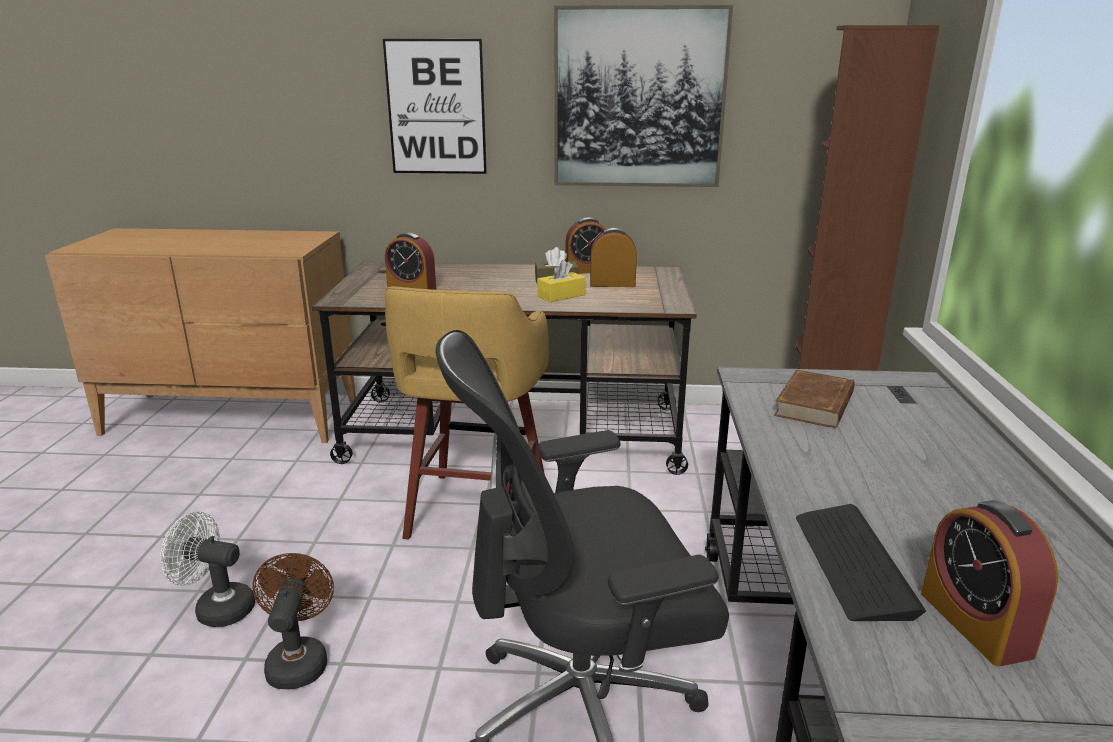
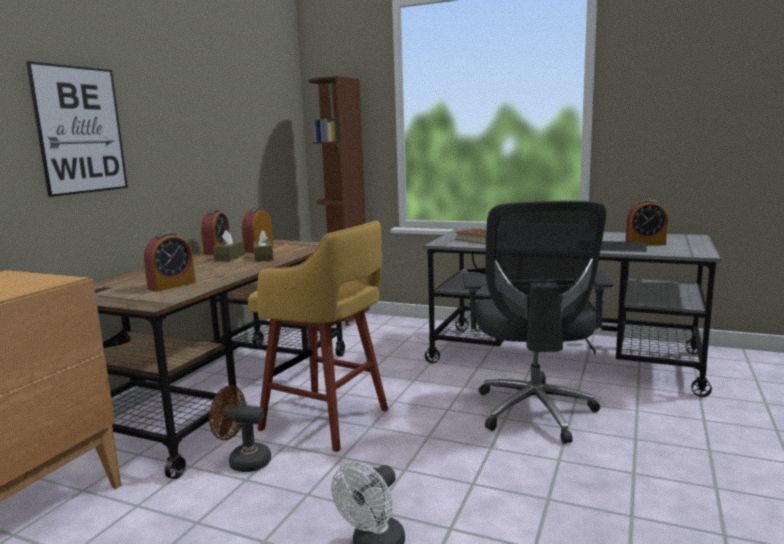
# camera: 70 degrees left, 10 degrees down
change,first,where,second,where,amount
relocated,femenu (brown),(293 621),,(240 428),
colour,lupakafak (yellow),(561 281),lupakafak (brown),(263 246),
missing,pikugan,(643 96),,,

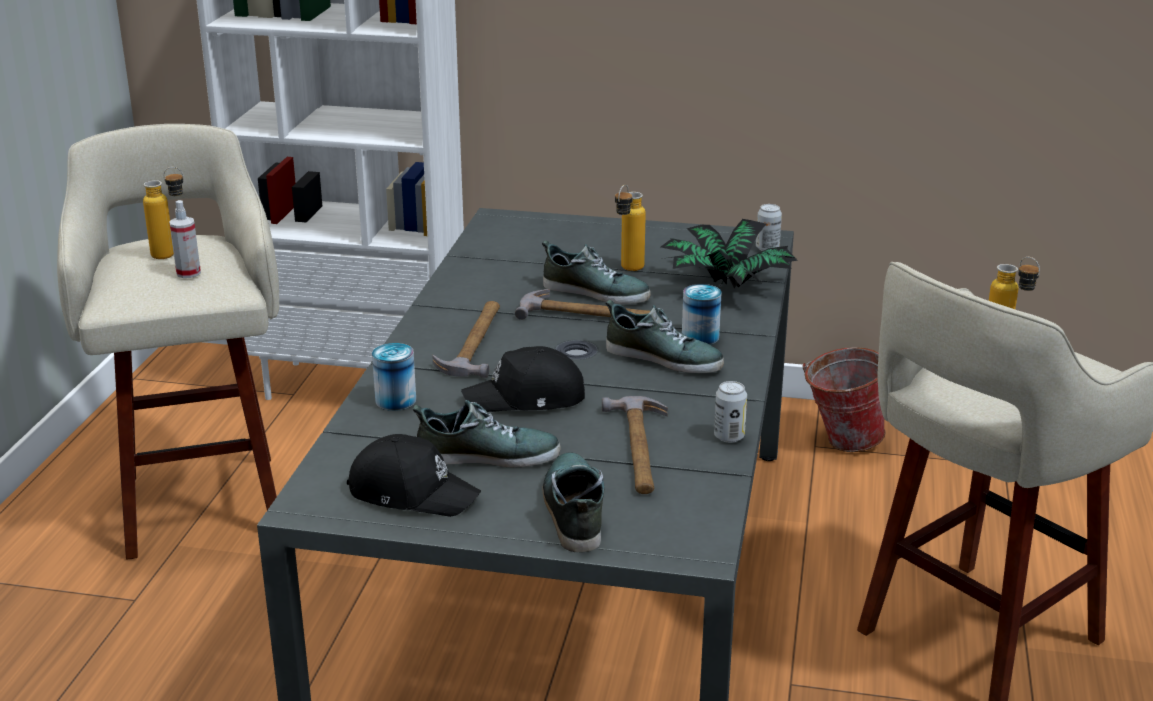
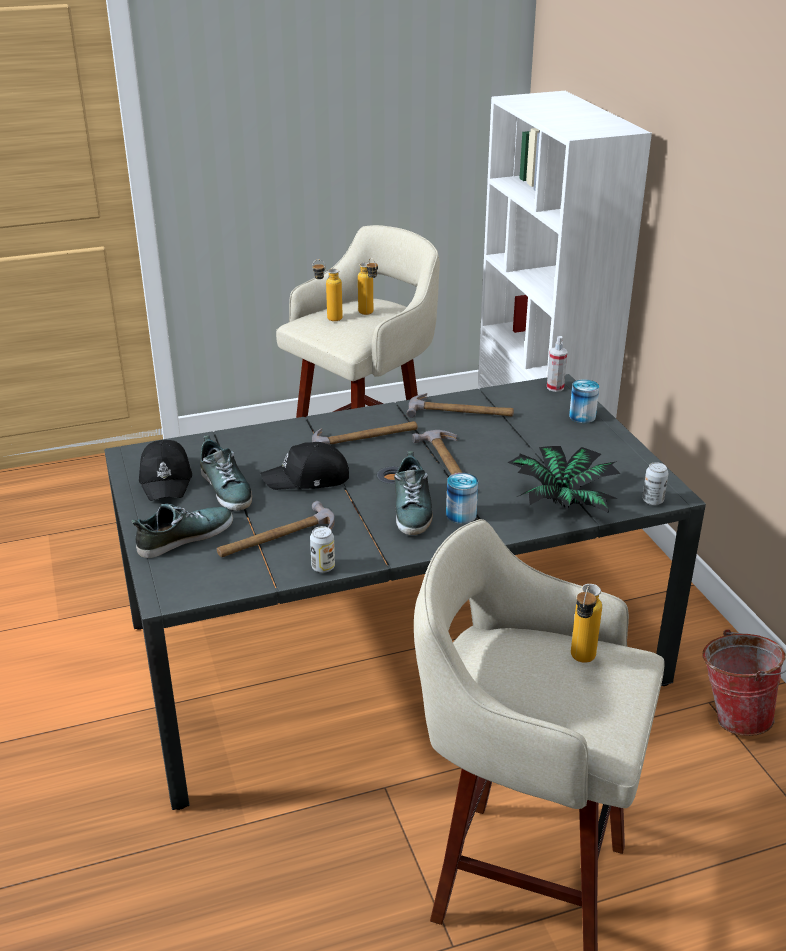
# camera: 60 degrees right, 5 degrees up
change,first,where,second,where,amount
spun,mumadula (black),(523 379),,(305 466),60 degrees counterclockwise
relocated,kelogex,(630 228),,(327 290),
appeared,,,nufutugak,(460 405),
relocated,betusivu,(185 239),,(557 364),
relocated,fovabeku,(394 377),,(584 401),
missing,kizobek,(596 272),,,

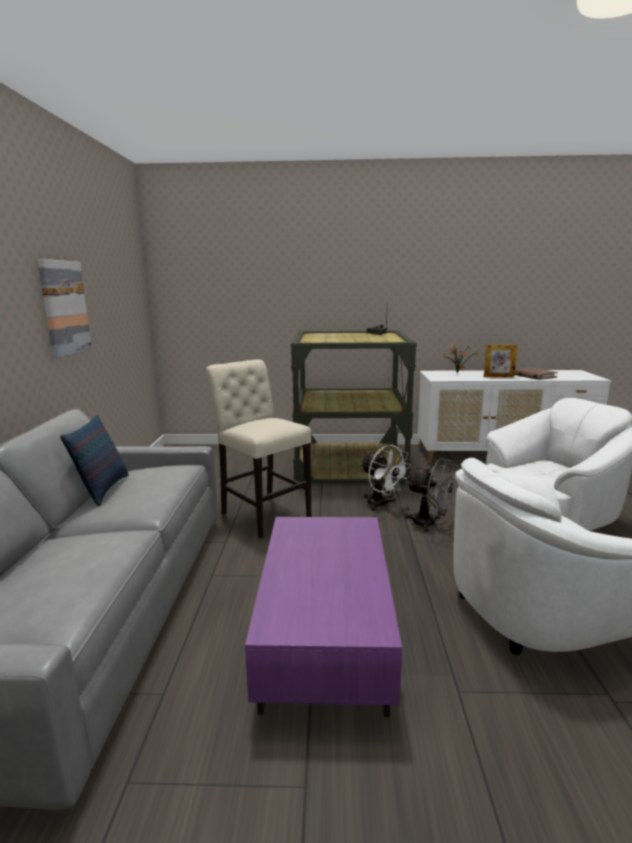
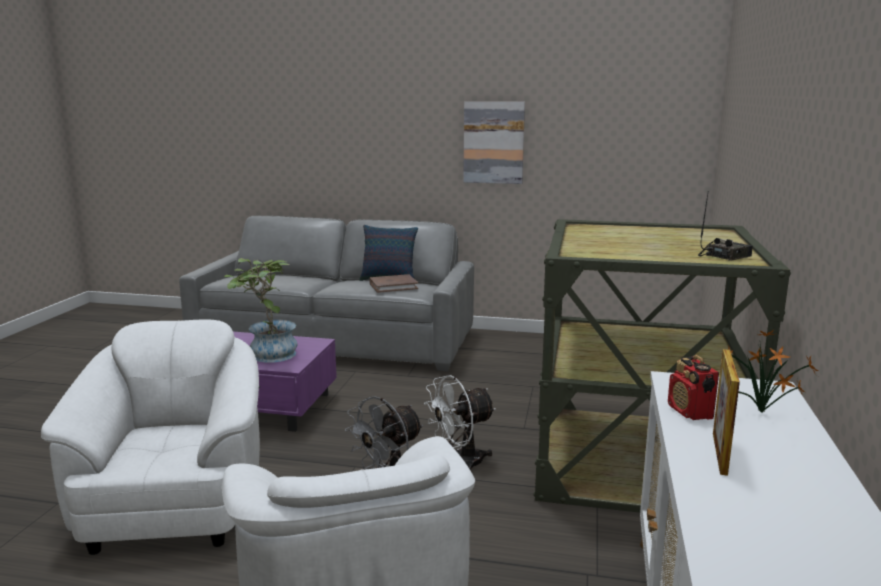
# camera: 100 degrees right, 0 degrees up
change,first,where,second,where,amount
appeared,,,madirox,(261 310),
relocated,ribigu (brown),(536 373),,(393 283),
appeared,,,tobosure,(693 387),
missing,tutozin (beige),(258 449),,,

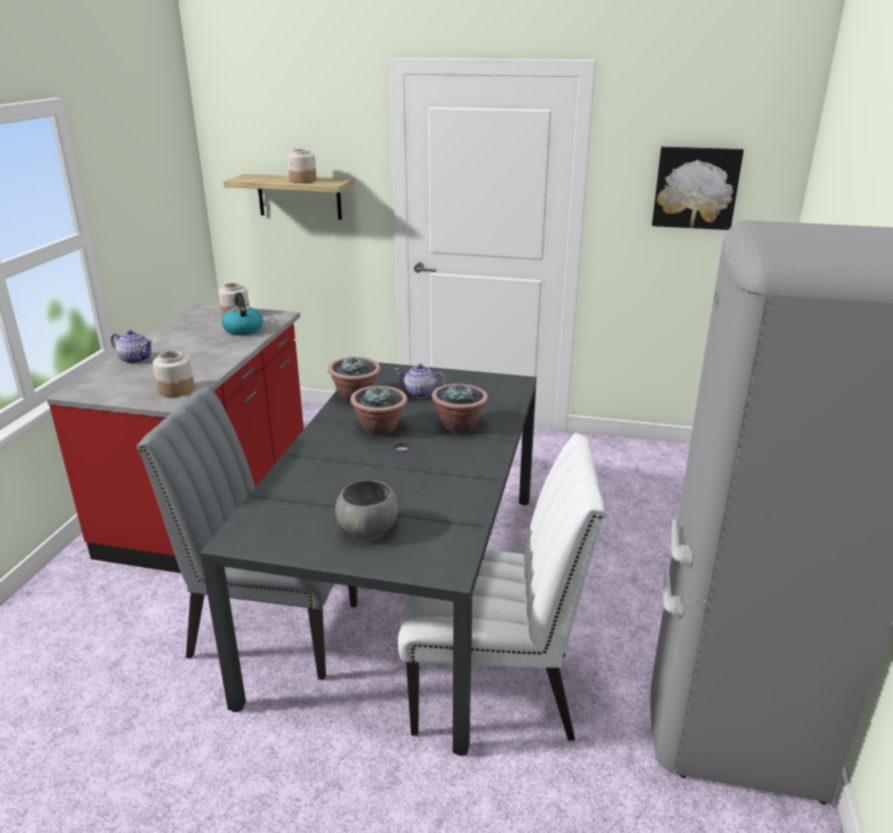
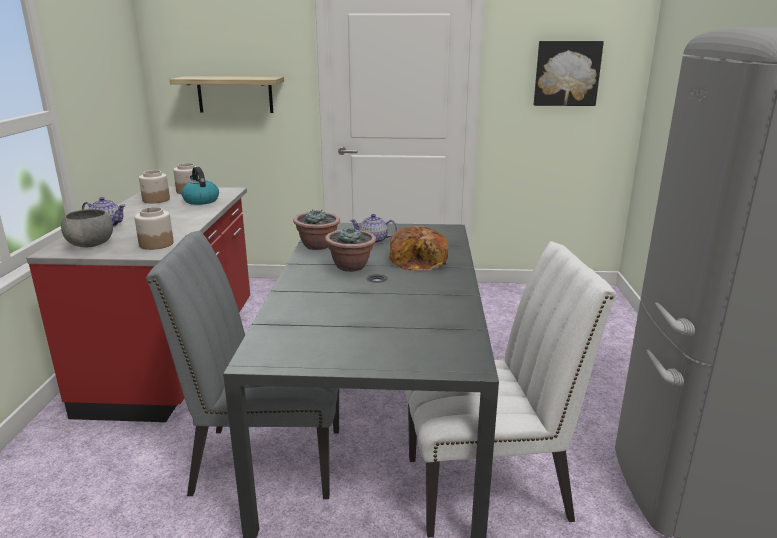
# camera: 10 degrees left, 5 degrees down
change,first,where,second,where,amount
relocated,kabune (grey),(366 508),,(87 228),
relocated,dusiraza,(302 166),,(154 186),
exchanged,madirox,(459 407),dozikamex,(418 248),

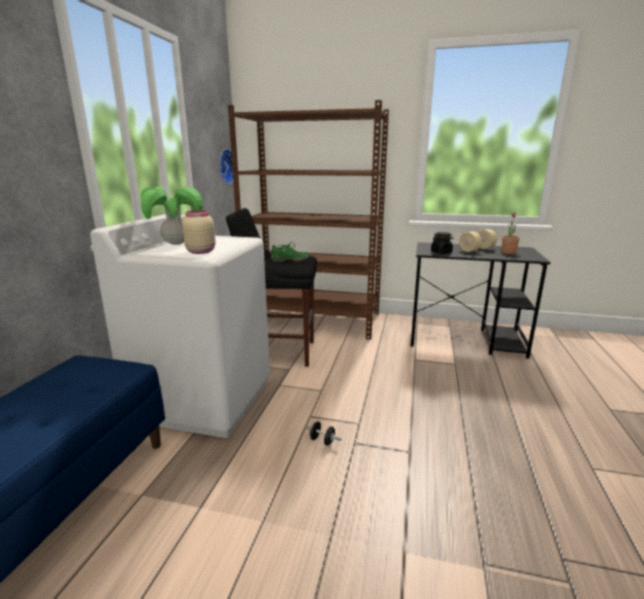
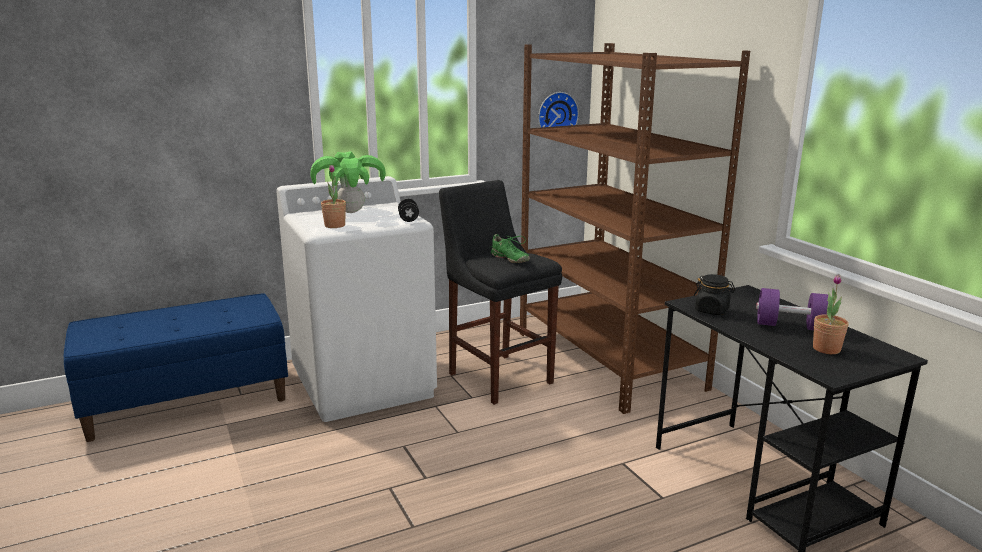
# camera: 50 degrees right, 0 degrees up
change,first,where,second,where,amount
exchanged,dusiraza (beige),(198 232),madirox,(333 196),
relocated,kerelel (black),(323 433),,(408 210),
colour,kerelel (beige),(478 240),kerelel (purple),(792 309),

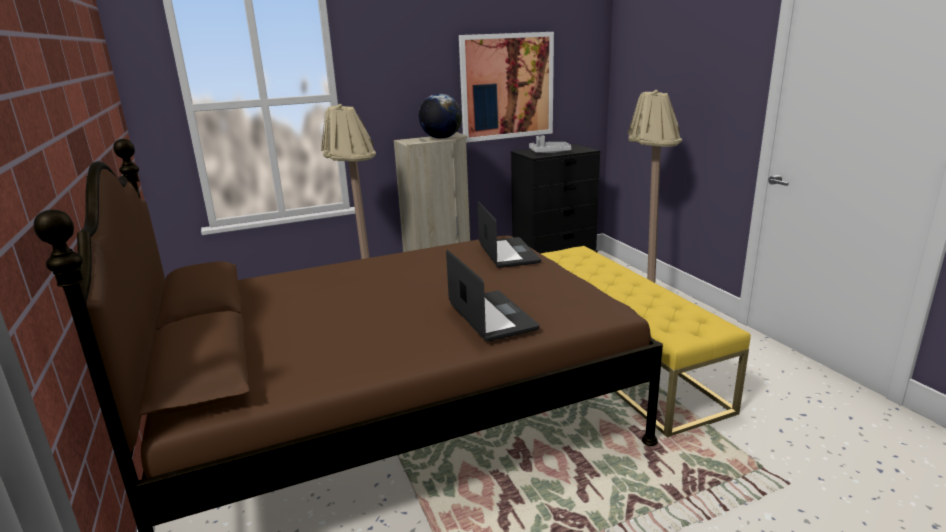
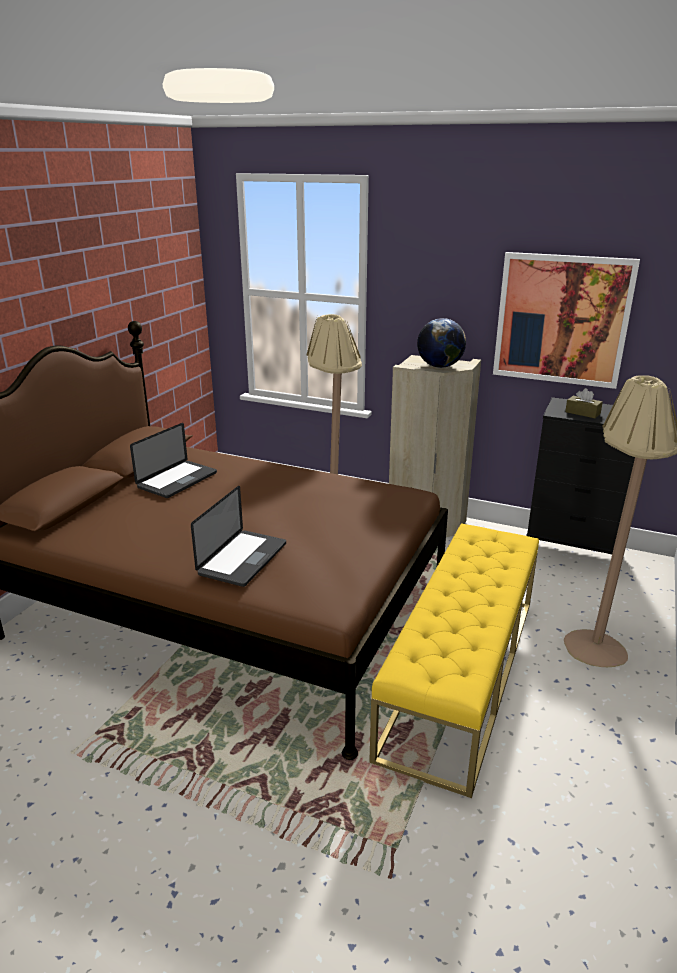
# camera: 45 degrees right, 5 degrees up
change,first,where,second,where,amount
relocated,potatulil,(509 234),,(173 460),
exchanged,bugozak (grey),(550 144),lupakafak (brown),(584 403),

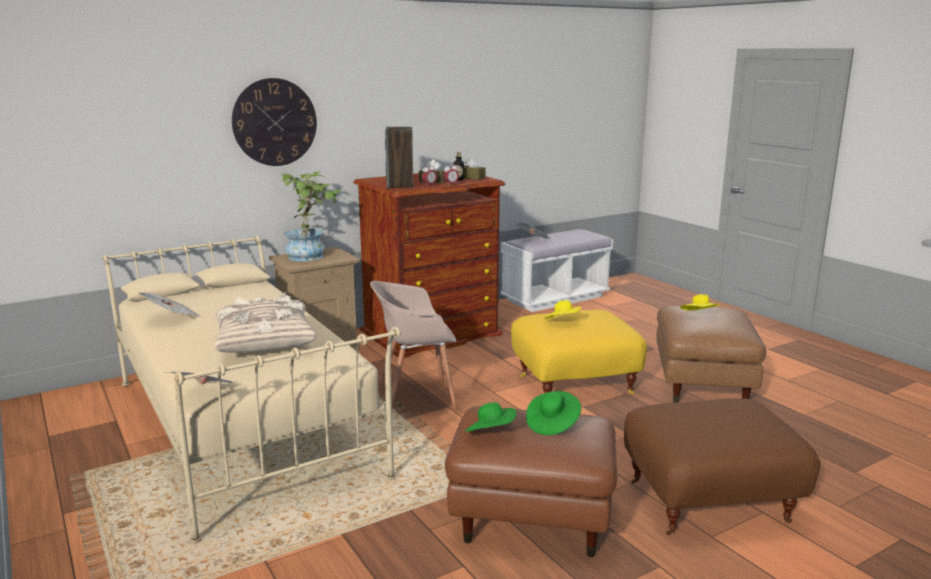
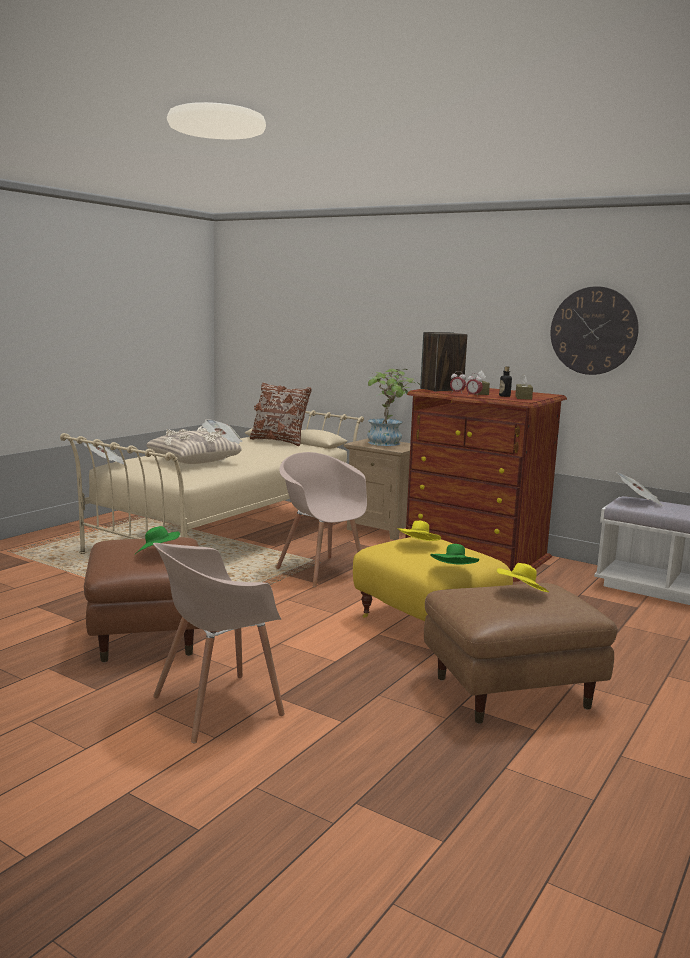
# camera: 65 degrees right, 5 degrees down
change,first,where,second,where,amount
exchanged,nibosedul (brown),(722 466),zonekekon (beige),(219 643),
appeared,,,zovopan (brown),(281 414),
relocated,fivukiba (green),(491 417),,(454 554),
relocated,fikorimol,(274 122),,(595 330),

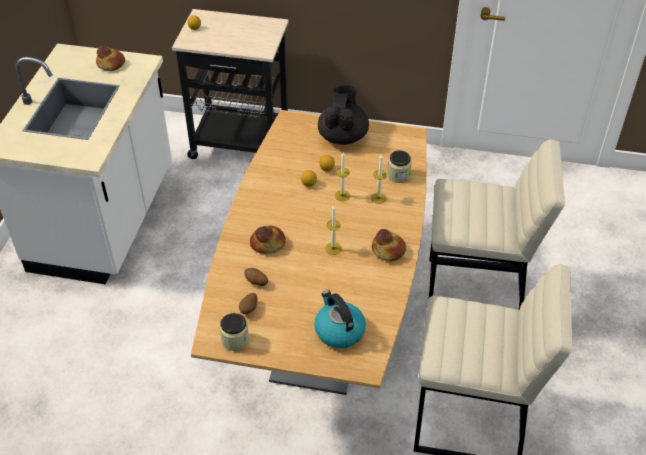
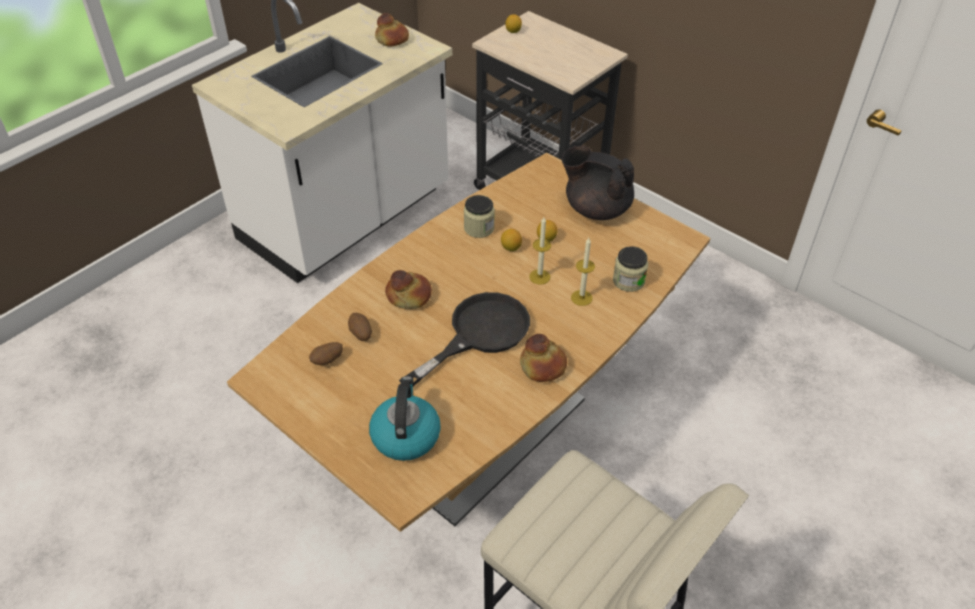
# camera: 30 degrees right, 0 degrees up
change,first,where,second,where,amount
exchanged,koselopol,(333 230),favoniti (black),(464 339),
relocated,dusiraza,(234 332),,(479 216),
spun,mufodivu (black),(343 115),,(598 182),105 degrees counterclockwise
missing,zonekekon (beige),(496 224),,,

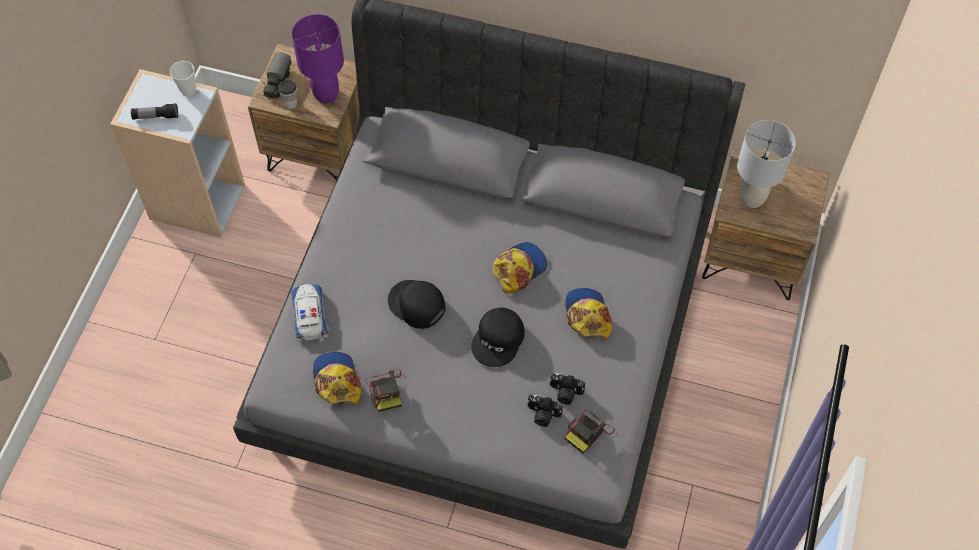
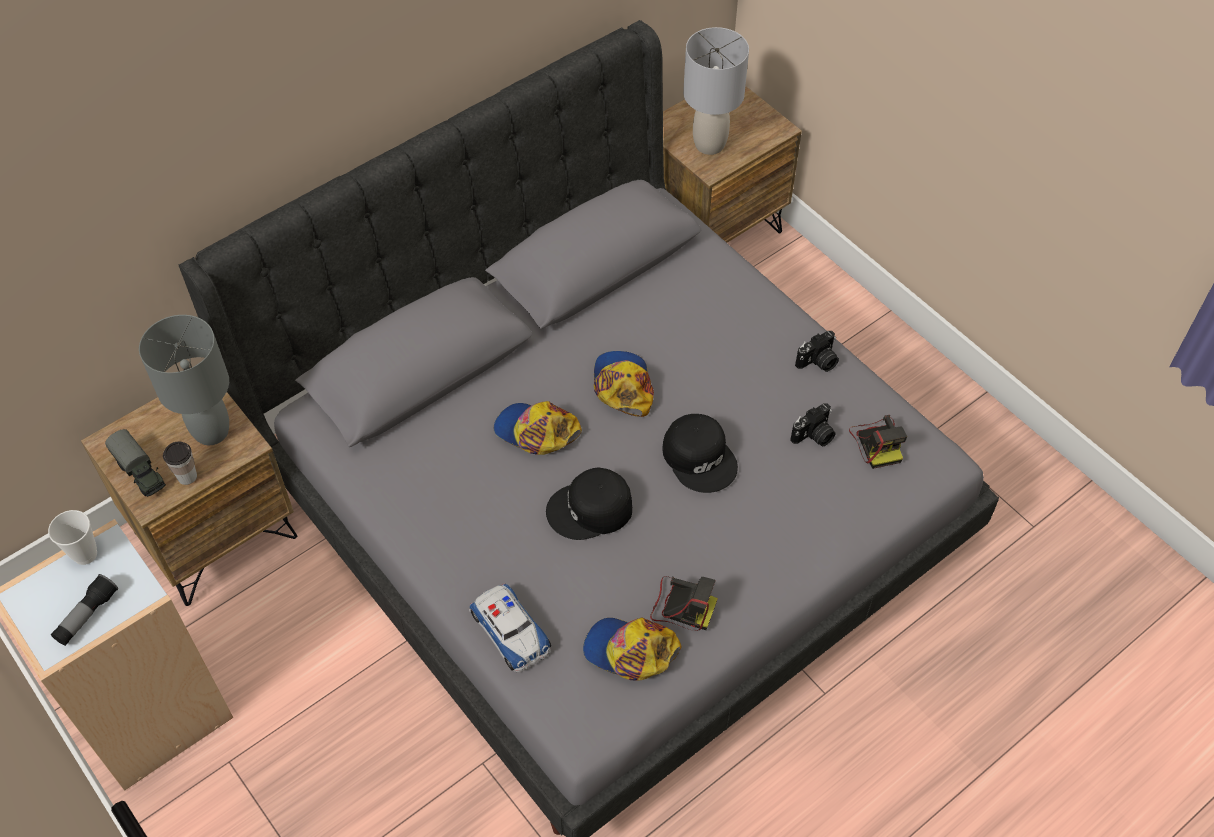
# camera: 55 degrees left, 5 degrees down
change,first,where,second,where,amount
colour,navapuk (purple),(318 58),navapuk (grey),(184 380),
spun,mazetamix,(309 312),,(510 627),150 degrees counterclockwise
relocated,mumadula,(588 314),,(538 428),
relocated,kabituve,(545 410),,(817 351),

